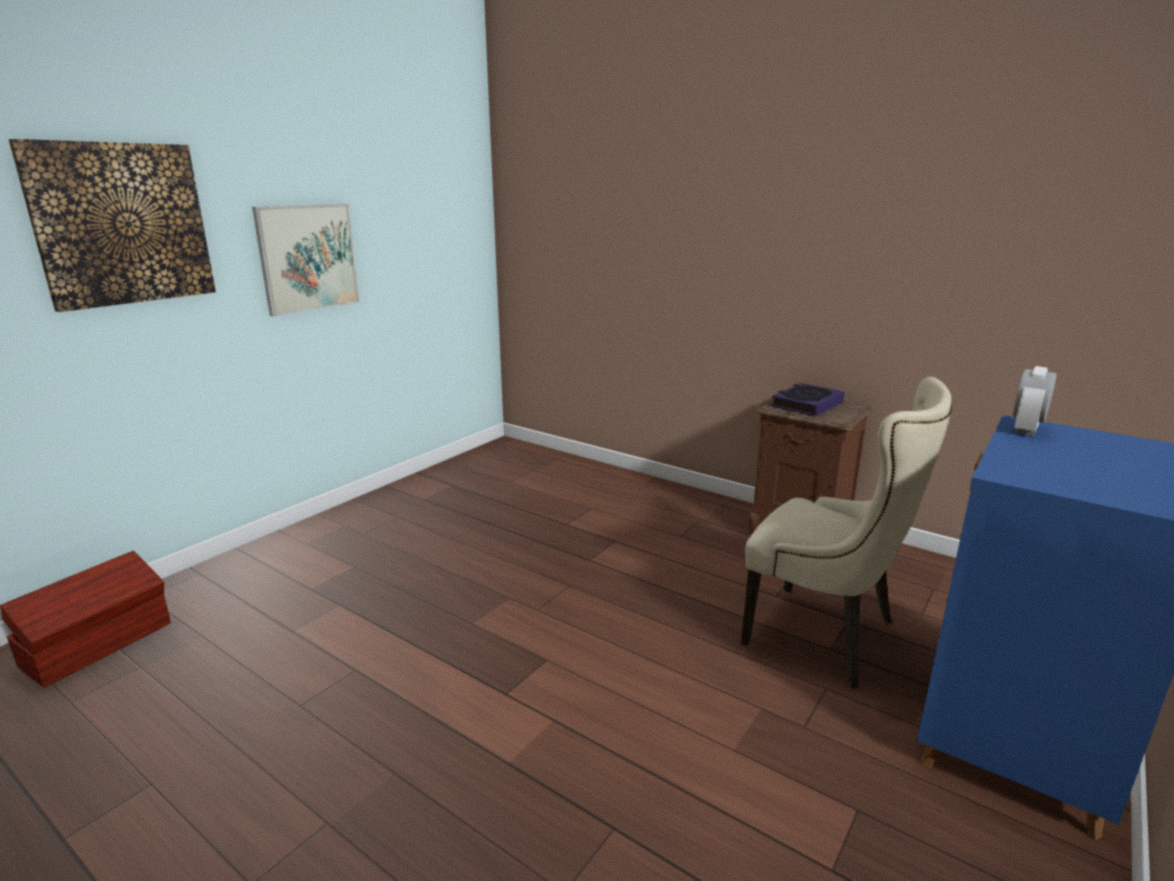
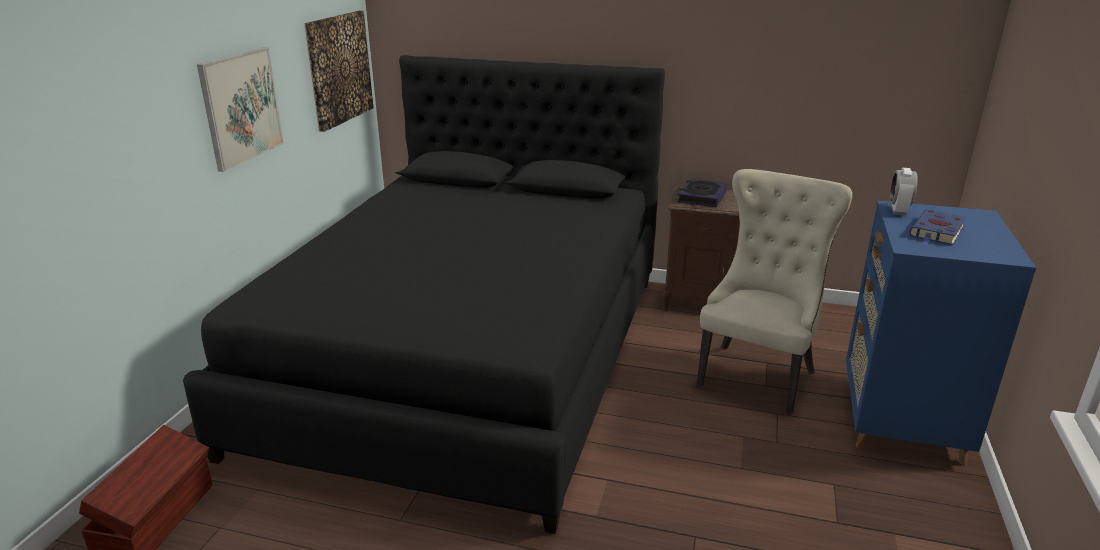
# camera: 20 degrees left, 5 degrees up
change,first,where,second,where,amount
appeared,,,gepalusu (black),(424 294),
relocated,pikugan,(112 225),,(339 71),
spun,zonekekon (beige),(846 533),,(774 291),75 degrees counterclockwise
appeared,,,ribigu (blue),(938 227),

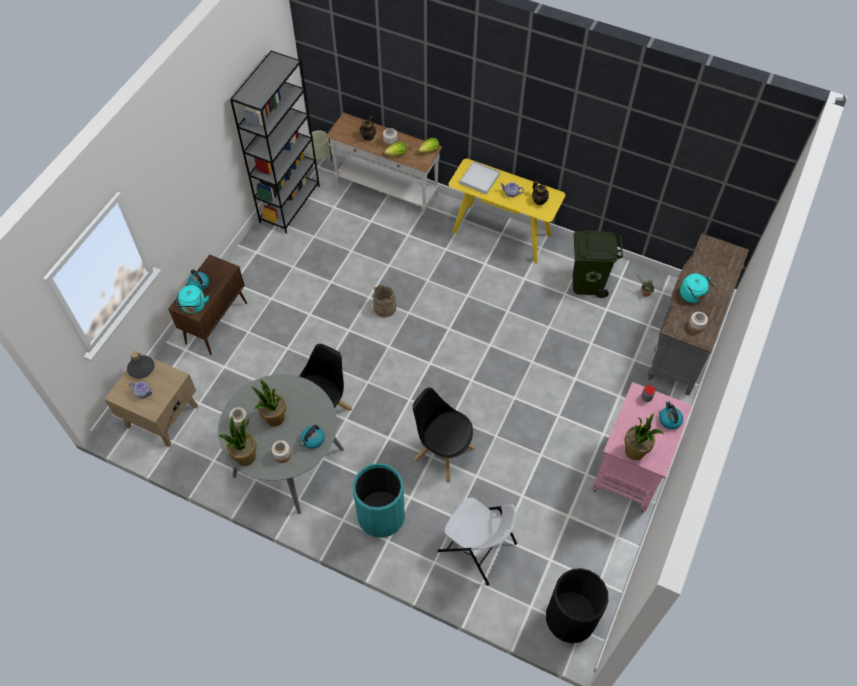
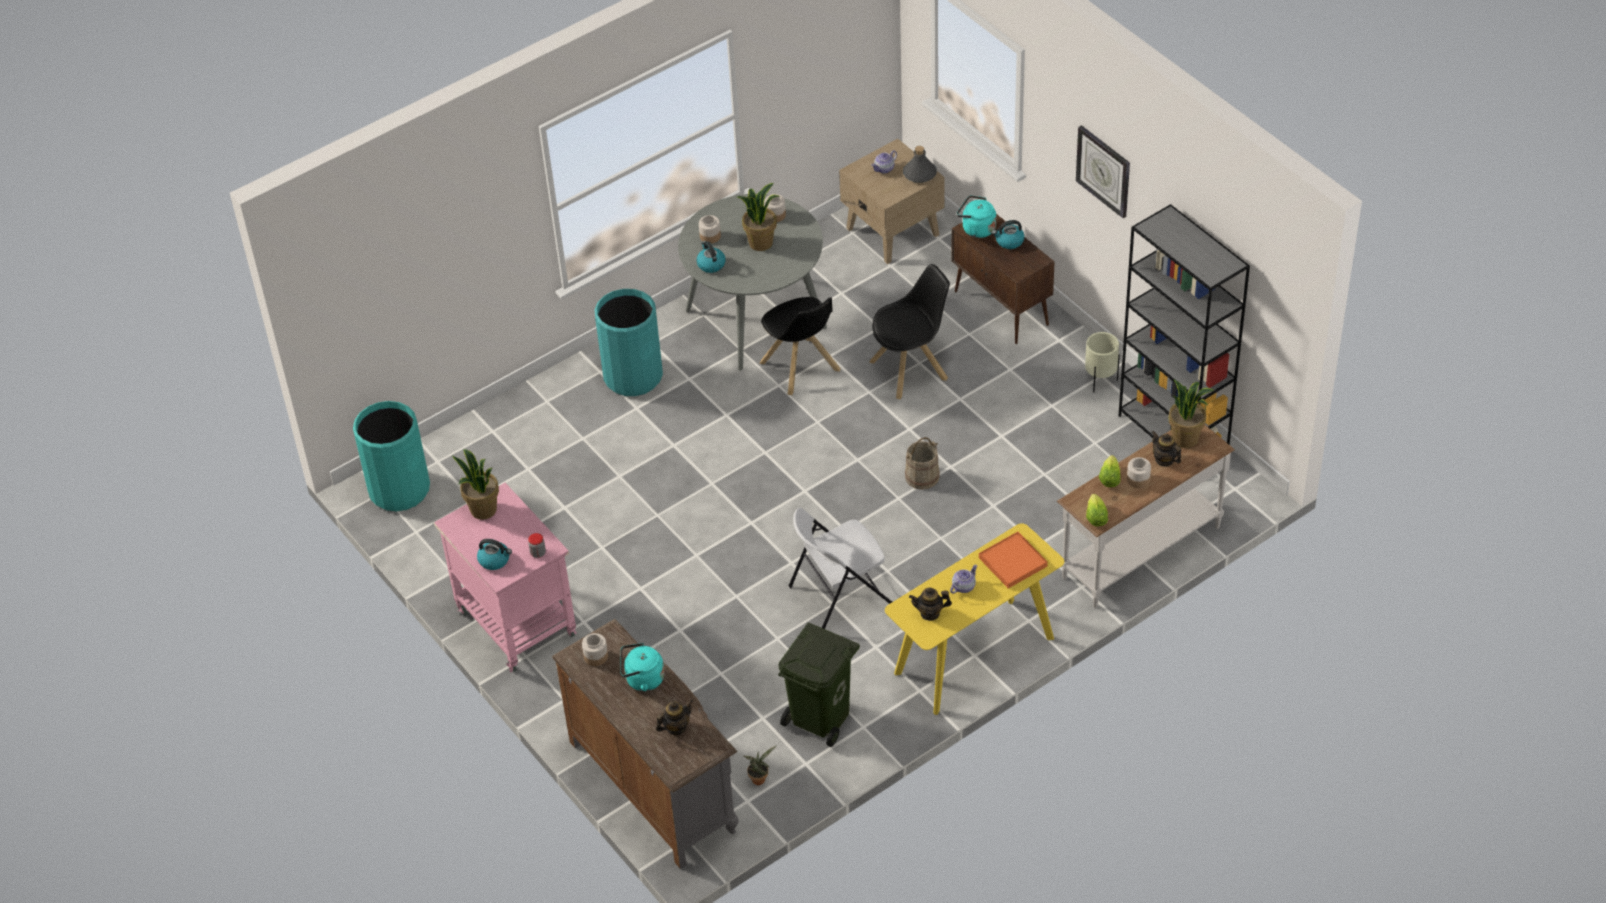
# camera: 120 degrees right, 10 degrees down
change,first,where,second,where,amount
colour,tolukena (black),(577 605),tolukena (turquoise),(391 456),
appeared,,,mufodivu,(674 717),
relocated,zonekekon (white),(477 541),,(840 568),
relocated,zonekekon (black),(444 434),,(909 332),
colour,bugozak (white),(480 178),bugozak (orange),(1013 560),
appeared,,,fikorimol,(1103 171),
relocated,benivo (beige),(320 145),,(1102 362),
relocated,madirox,(238 441),,(1191 413),

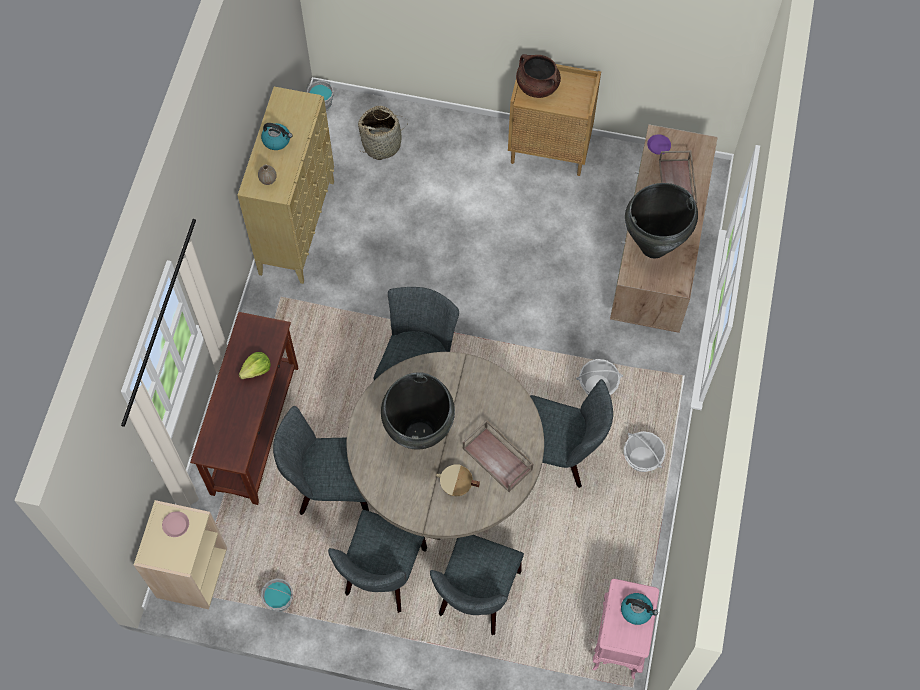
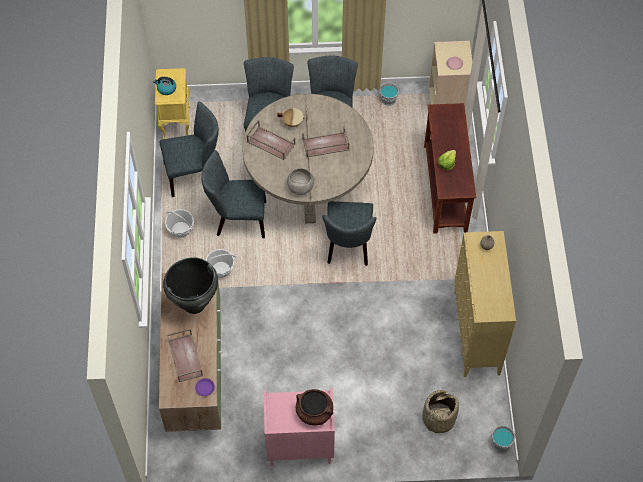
# camera: 165 degrees right, 5 degrees down
change,first,where,second,where,amount
colour,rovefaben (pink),(626 629),rovefaben (yellow),(172 103),
relocated,zonekekon (grey),(321 460),,(189 149),
colour,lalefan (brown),(554 120),lalefan (pink),(299 427),
appeared,,,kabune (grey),(300 181),
exchanged,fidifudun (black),(418 410),bugozak (brown),(326 141),
missing,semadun,(277 136),,,

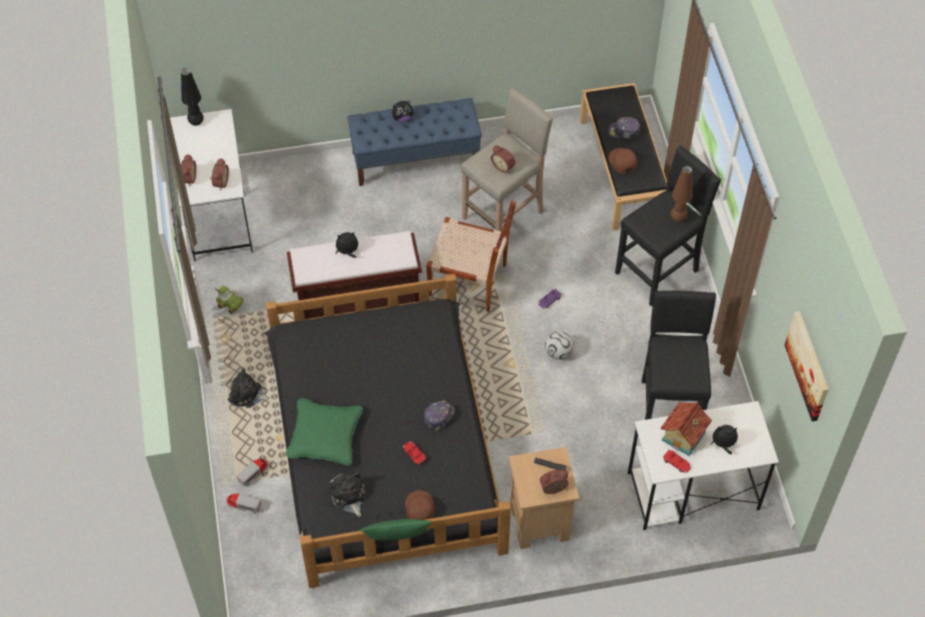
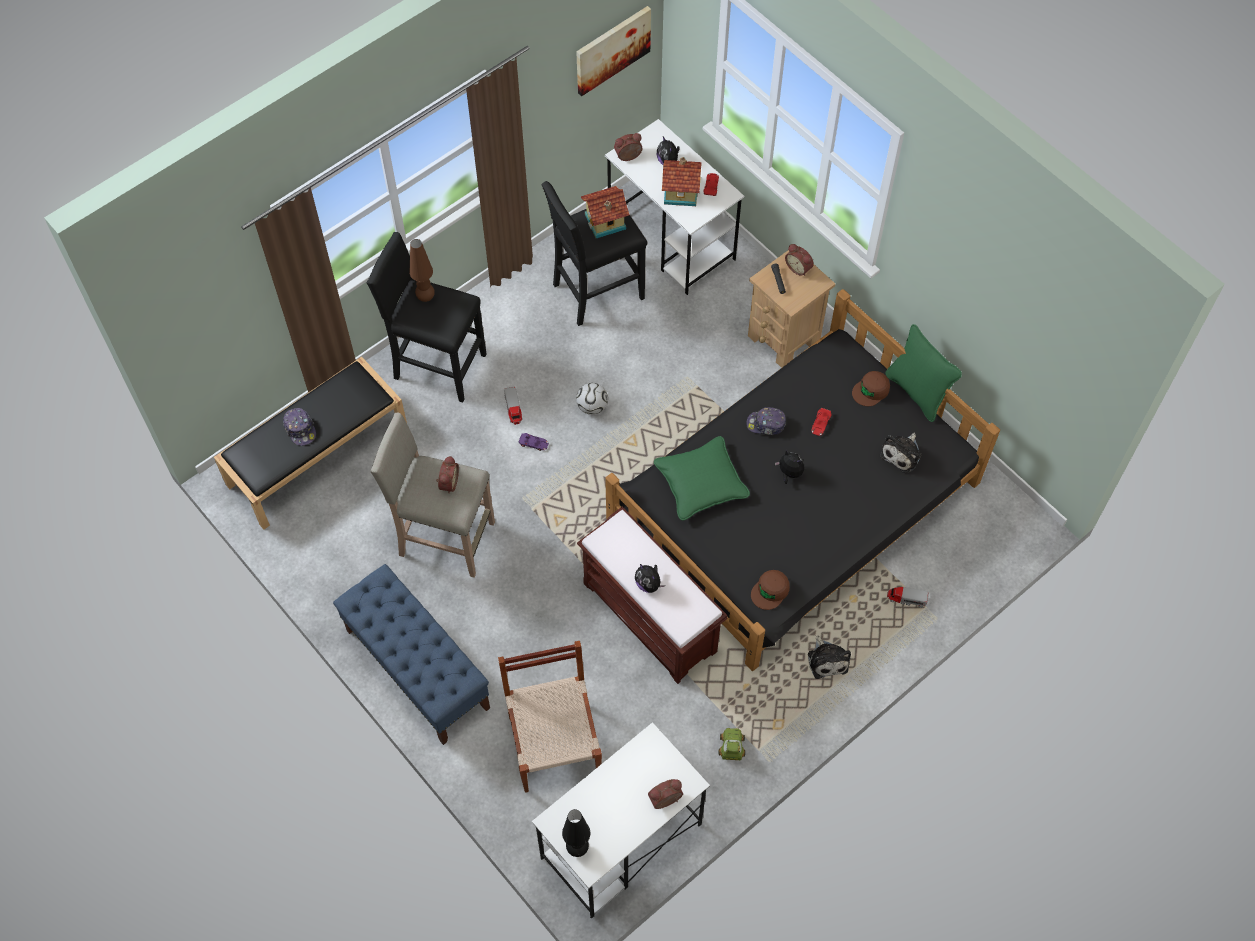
# camera: 120 degrees left, 5 degrees up
change,first,where,second,where,amount
relocated,zonekekon,(471 256),,(550 717),
relocated,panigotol,(243 503),,(513 406),
appeared,,,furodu,(605 212),
relocated,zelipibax,(219 174),,(628 147),
relocated,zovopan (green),(324 432),,(702 478),
relocated,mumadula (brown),(623 161),,(770 590),
relocated,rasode,(402 111),,(789 467),

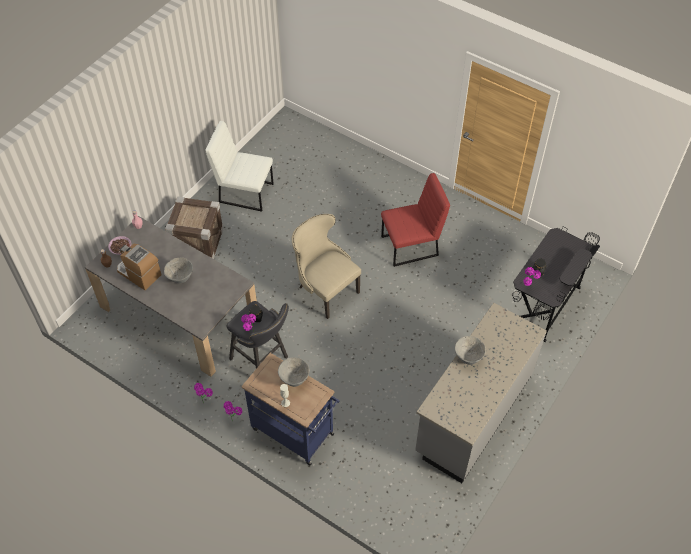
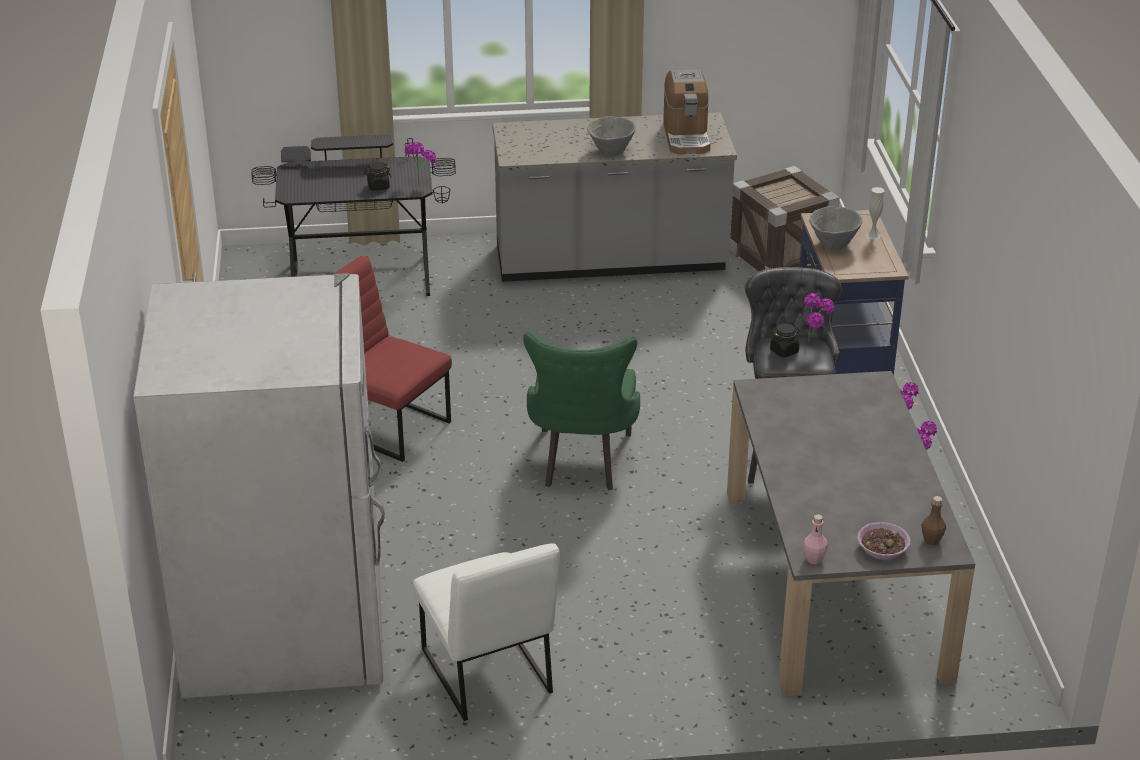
# camera: 130 degrees left, 20 degrees down
change,first,where,second,where,amount
appeared,,,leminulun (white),(259 486),
colour,zonekekon (beige),(326 266),zonekekon (green),(581 411),
relocated,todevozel,(139 267),,(686 112),
relocated,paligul,(194 227),,(785 218),
missing,kabune (grey),(178 270),,,

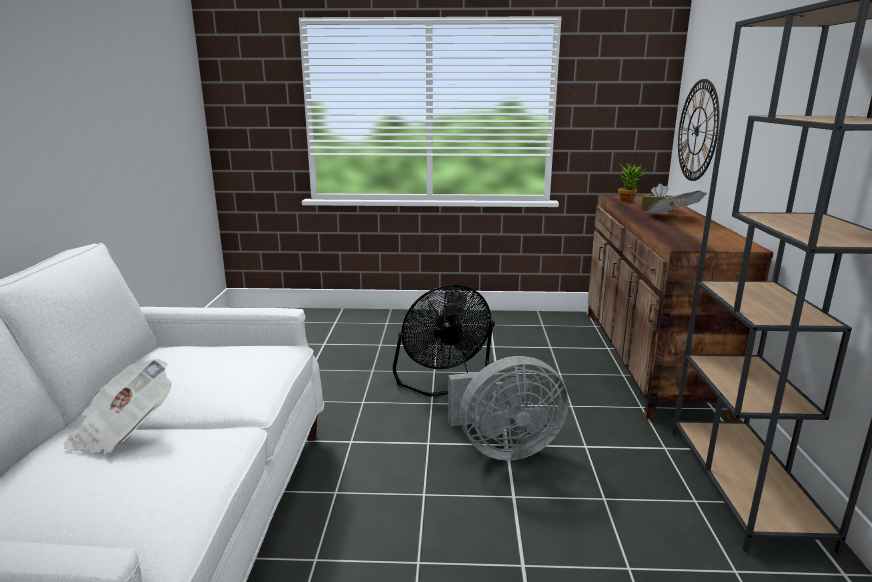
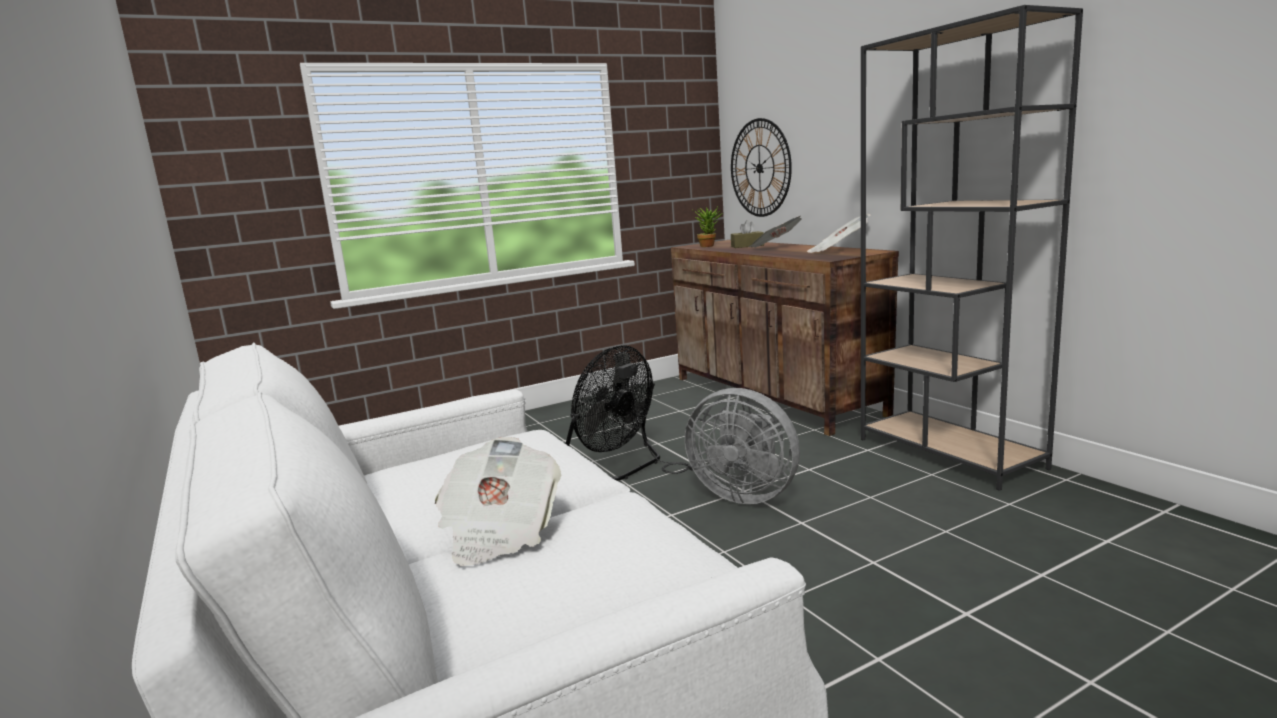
# camera: 30 degrees left, 5 degrees down
change,first,where,second,where,amount
spun,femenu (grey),(508 408),,(742 446),75 degrees clockwise
appeared,,,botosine,(839 233),

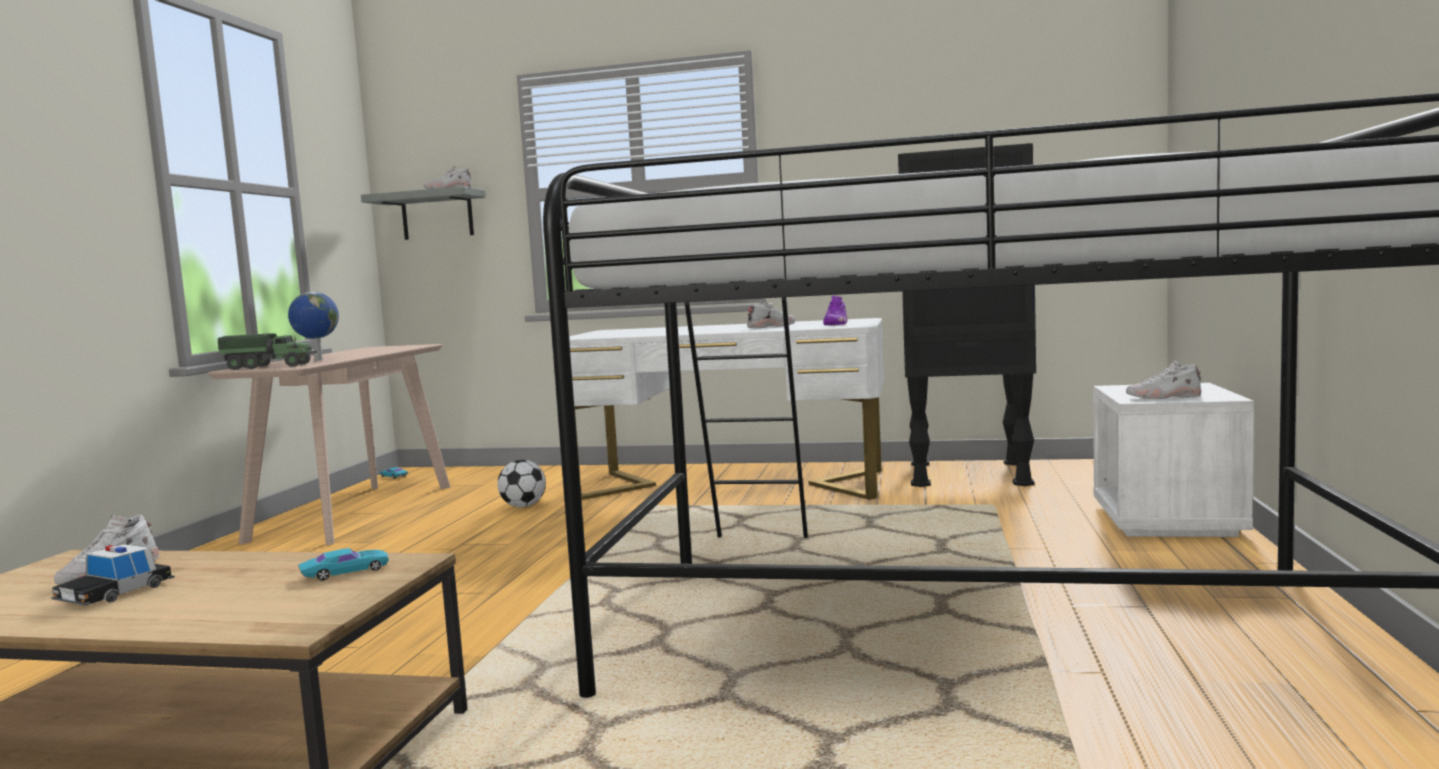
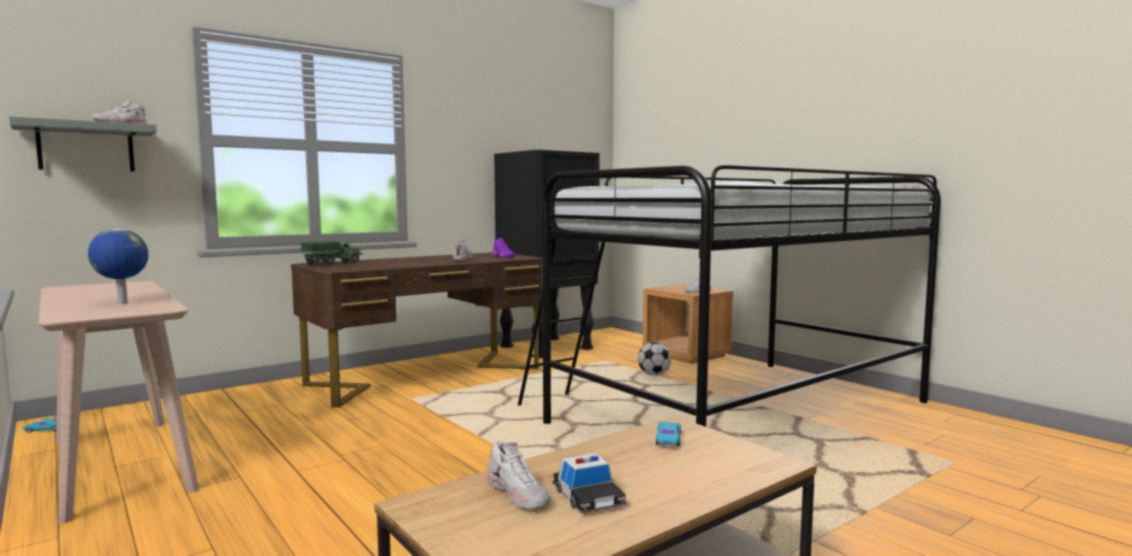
# camera: 50 degrees left, 0 degrees up
change,first,where,second,where,amount
colour,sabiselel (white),(726 409),sabiselel (brown),(417 330),
relocated,panigotol,(267 351),,(332 253),
relocated,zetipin,(521 483),,(654 358),
colour,rovefaben (white),(1173 460),rovefaben (brown),(688 324),

